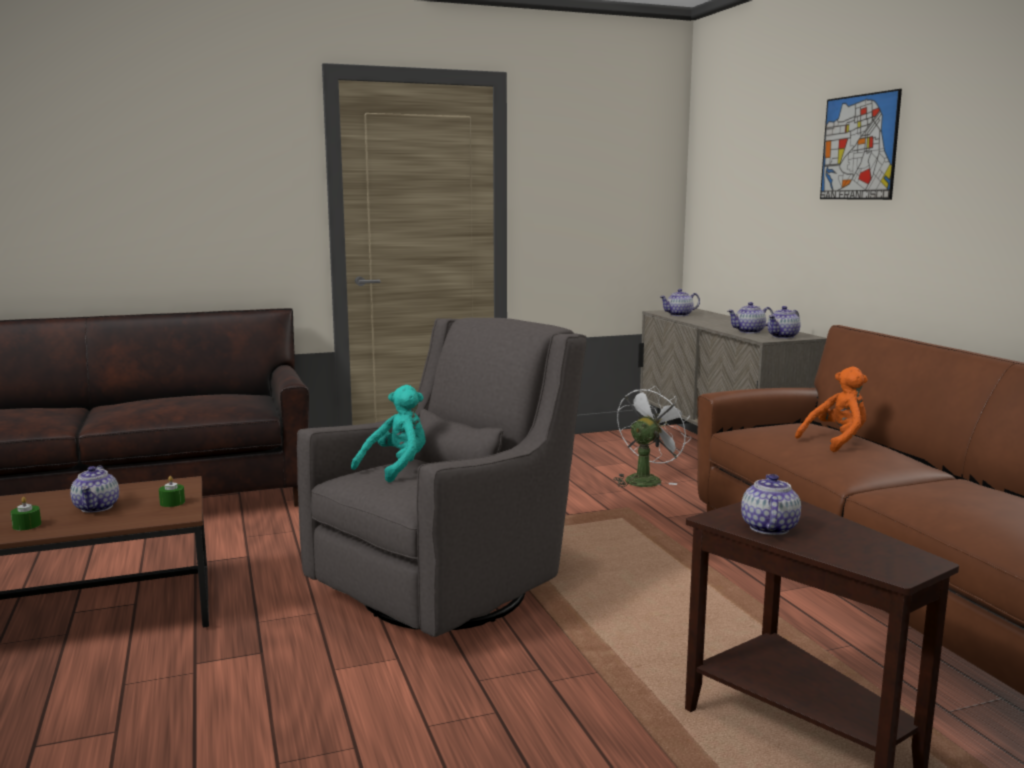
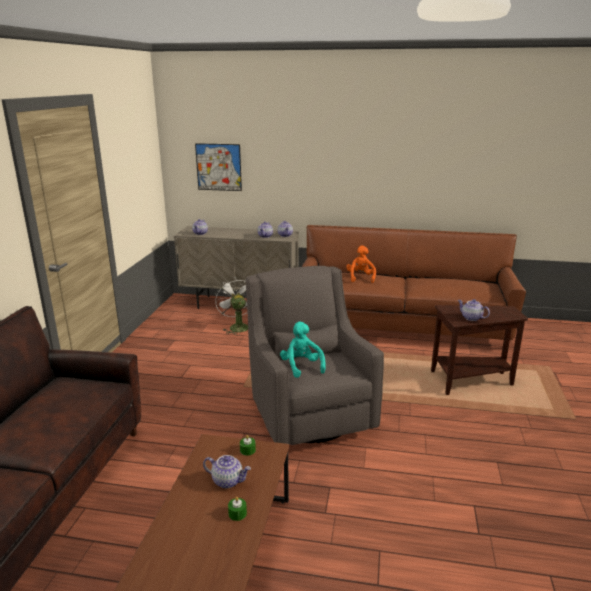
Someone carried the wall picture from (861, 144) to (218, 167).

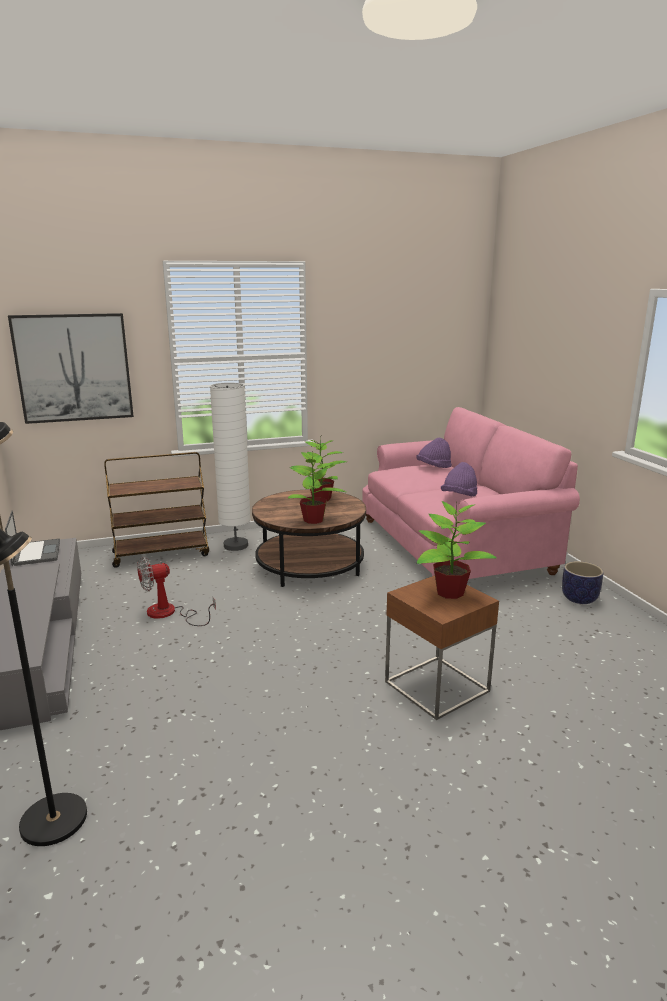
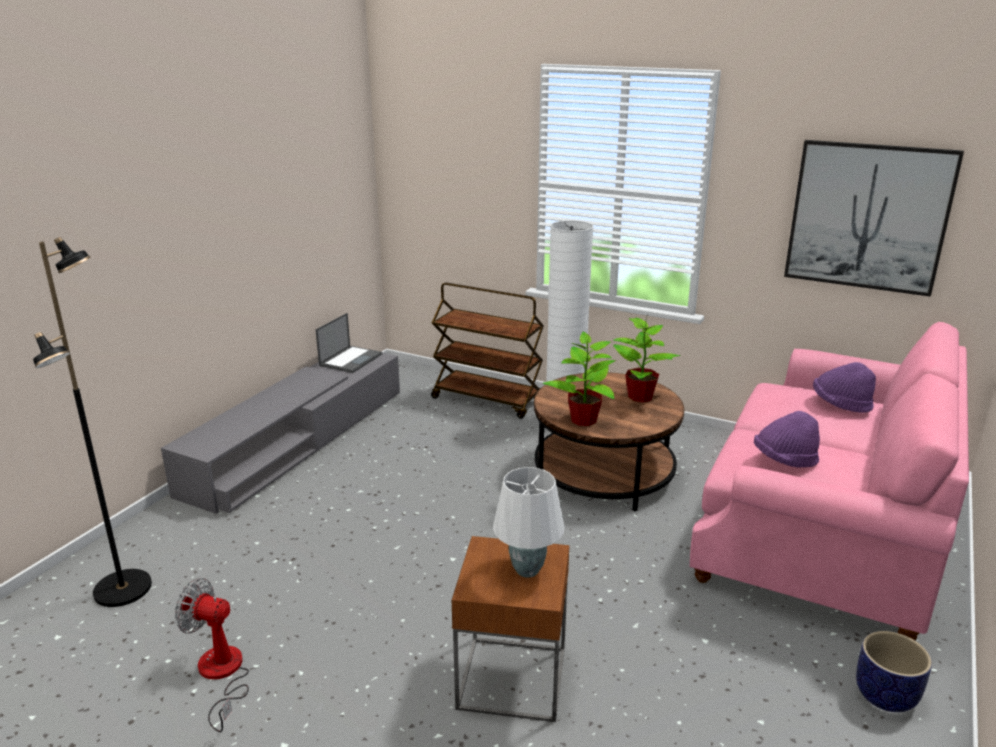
Someone carried the wall picture from (71, 368) to (874, 218). Someone carried the cooling fan from (176, 591) to (212, 655). Someone swapped the potted plant at (457, 550) for the white-coloured tabletop lamp at (528, 522).

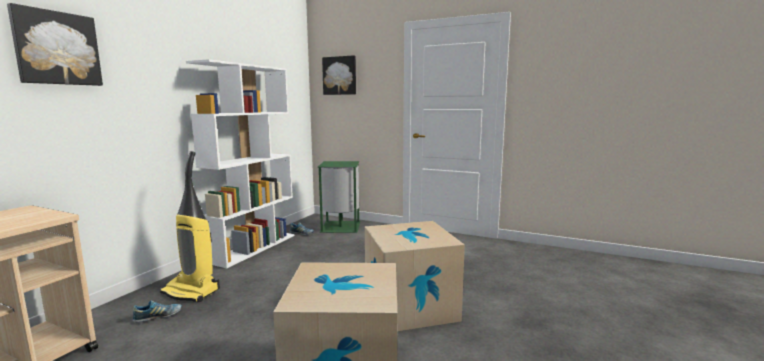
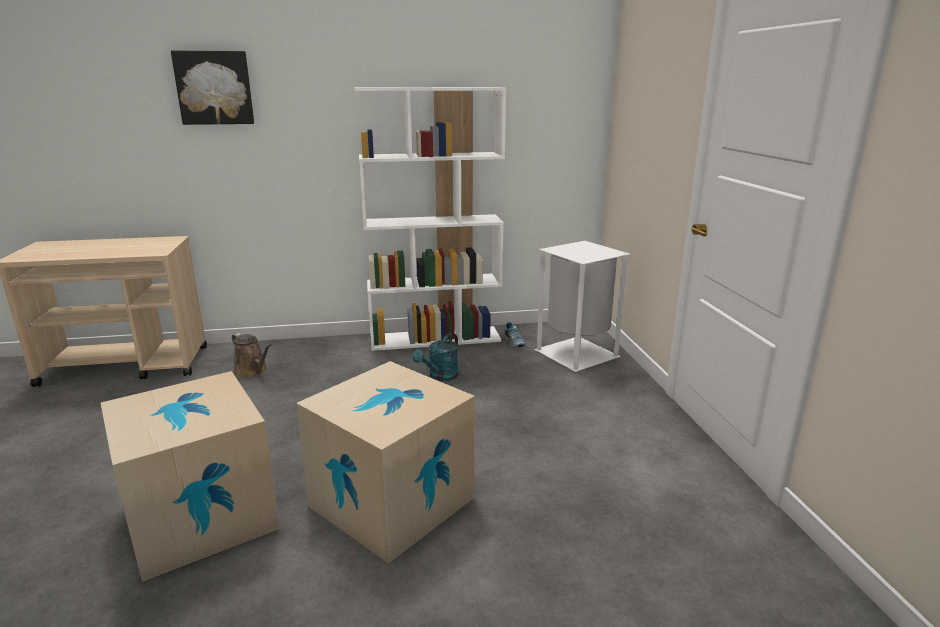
Someone took away the vacuum cleaner at (190, 226). Someone took away the wall picture at (339, 75). Someone put down the turquoise-coloured watering pot at (435, 357). Someone swapped the low shoe at (157, 311) for the brownish watering pot at (251, 355). Someone repainted the green-coloured waste bin at (339, 197), which became the white-coloured waste bin at (582, 306).

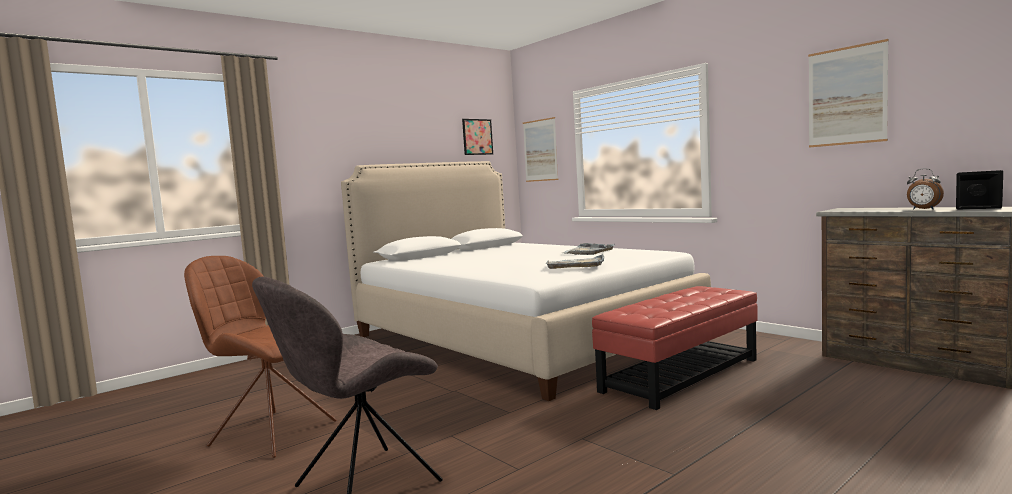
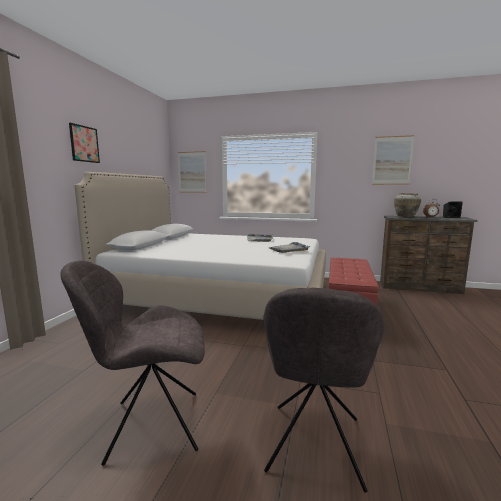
Someone put down the beige flower vase at (407, 205). Someone carried the wall picture from (477, 137) to (84, 143). Someone repainted the brownish plain chair at (260, 357), which became the grey plain chair at (132, 363).

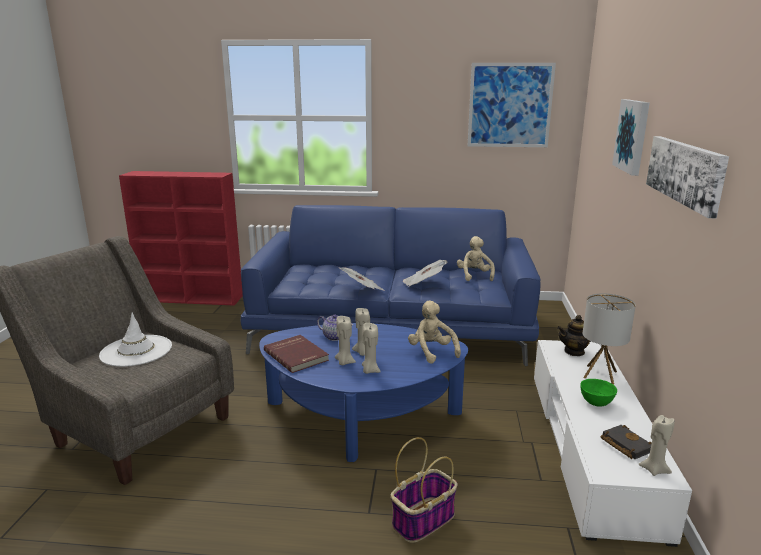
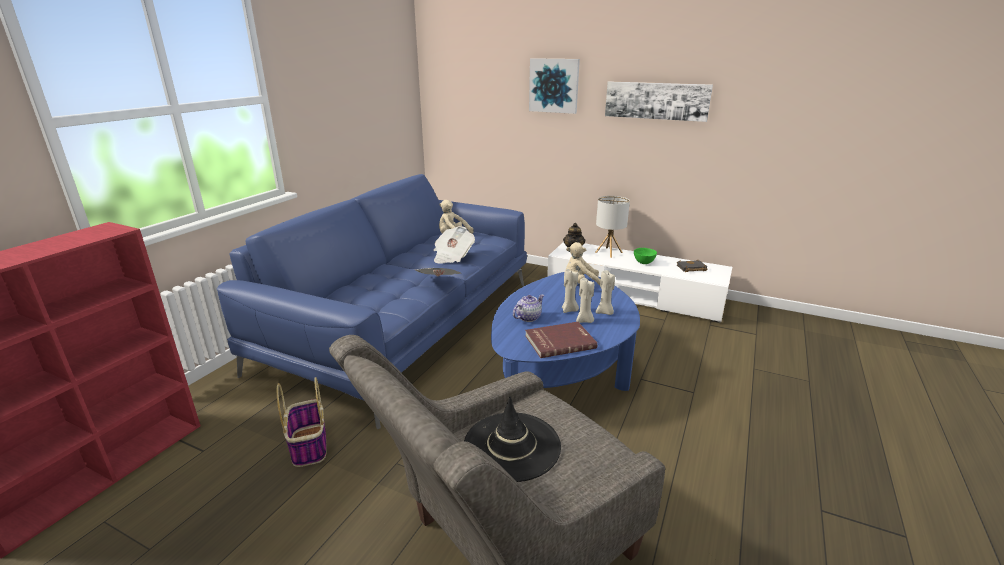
Someone took away the wall picture at (512, 105). Someone took away the beige wax light at (656, 445). Someone carried the basket from (424, 490) to (302, 422). Someone repainted the white-coloured hat at (135, 340), which became the black-coloured hat at (512, 439).

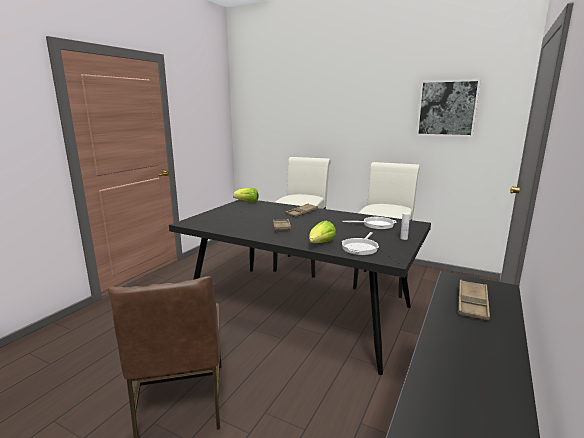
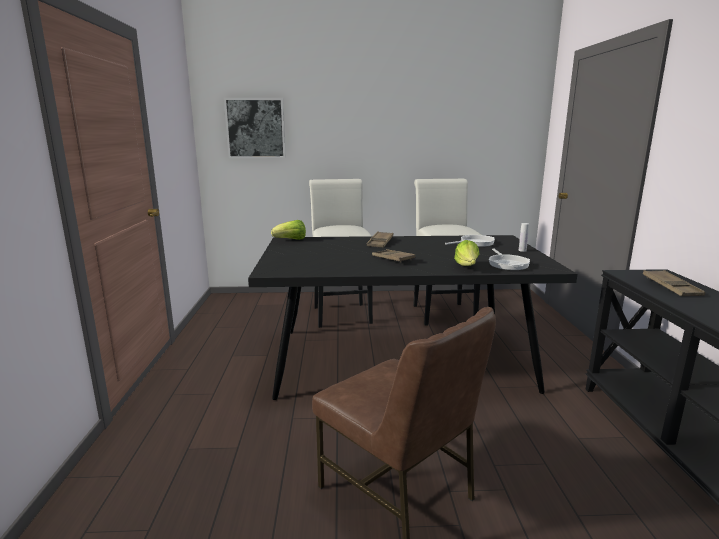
Someone carried the wall picture from (448, 108) to (255, 128).

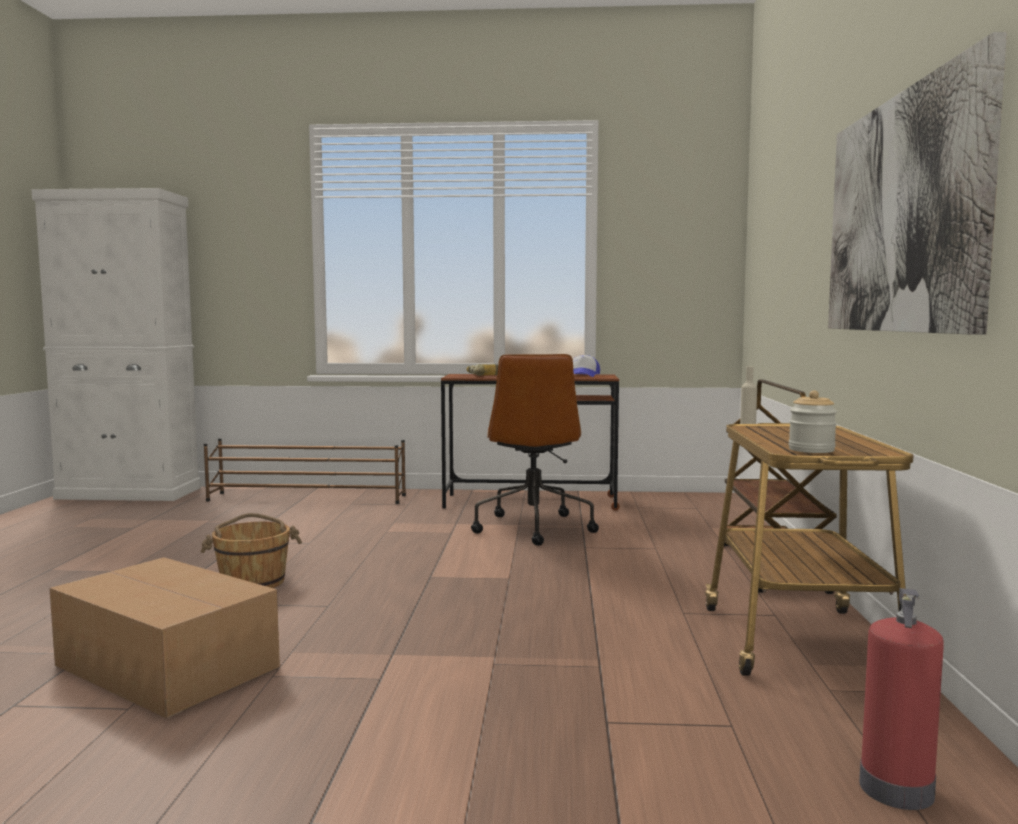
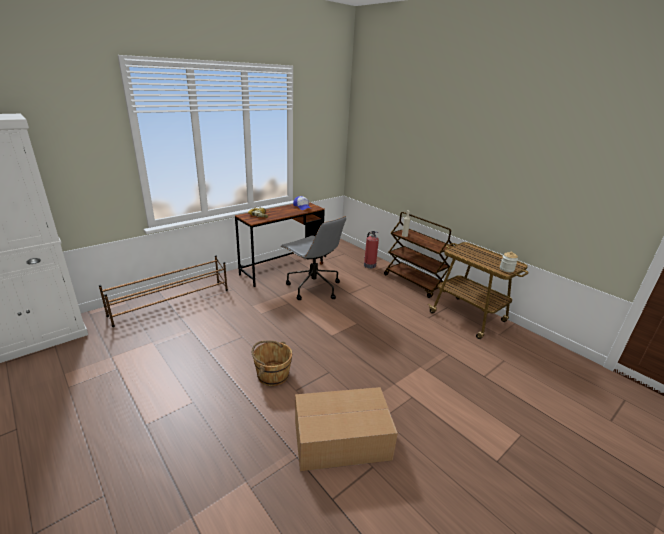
Someone took away the wall picture at (917, 183). Someone carried the fire-fighting cylinder from (901, 699) to (371, 249). Someone repainted the brownish computer chair at (535, 450), which became the grey computer chair at (313, 258).

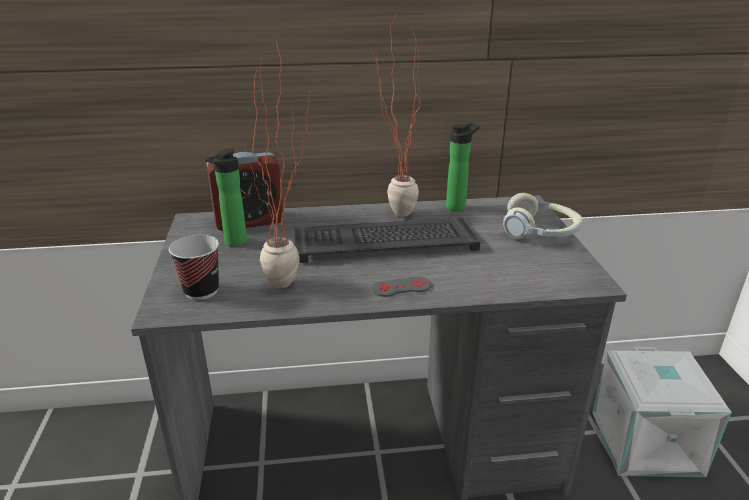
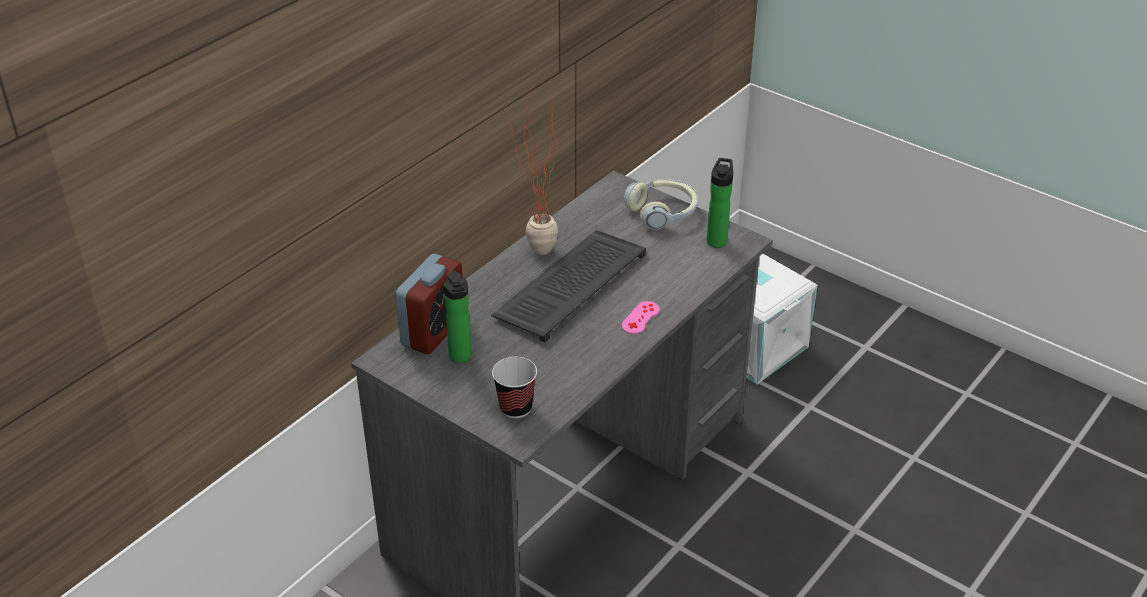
Someone took away the potted plant at (279, 164). Someone carried the drink bottle from (463, 166) to (719, 203). Someone repainted the grey gamepad at (401, 287), which became the pinkish gamepad at (640, 317).

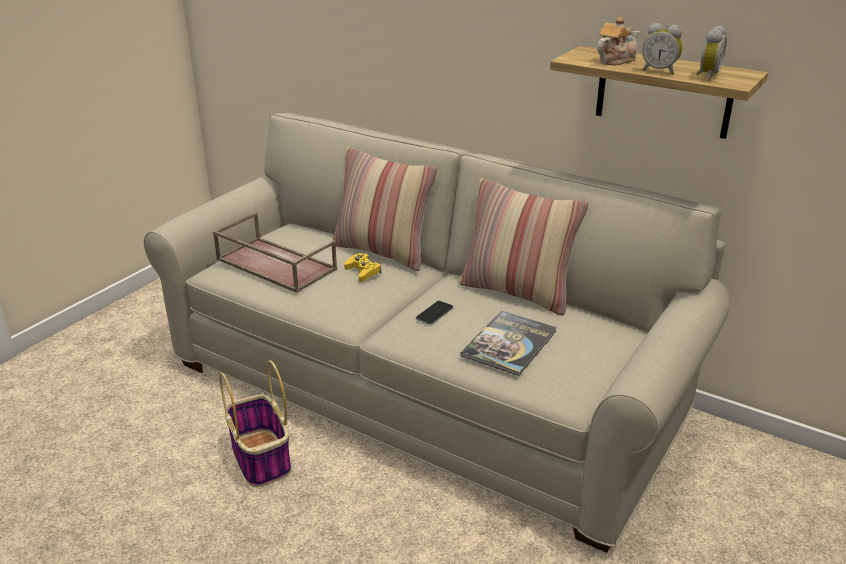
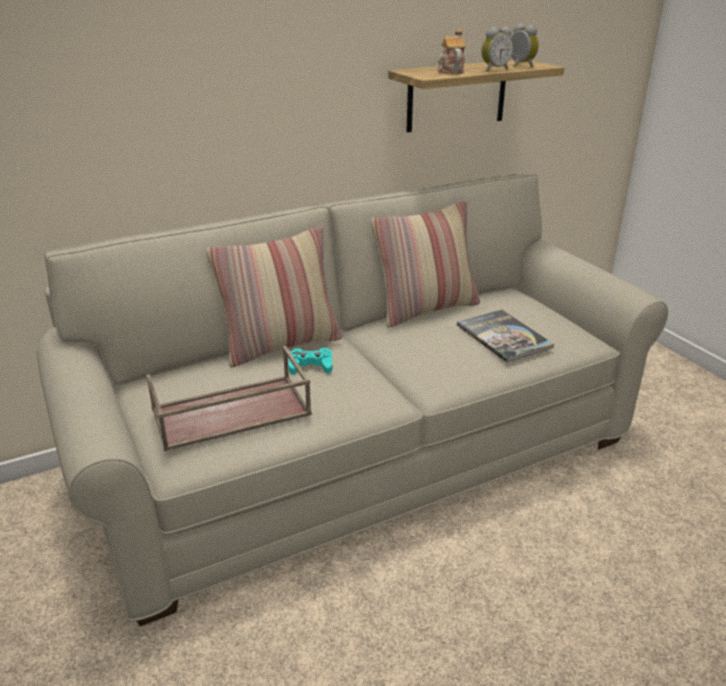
Someone took away the basket at (255, 423). Someone took away the handset at (434, 313). Someone repainted the yellowish gamepad at (362, 267), which became the turquoise-coloured gamepad at (310, 361).

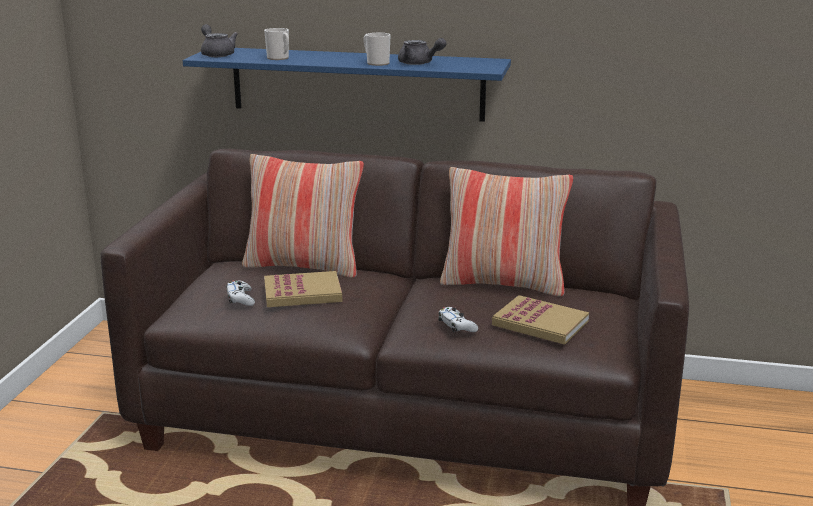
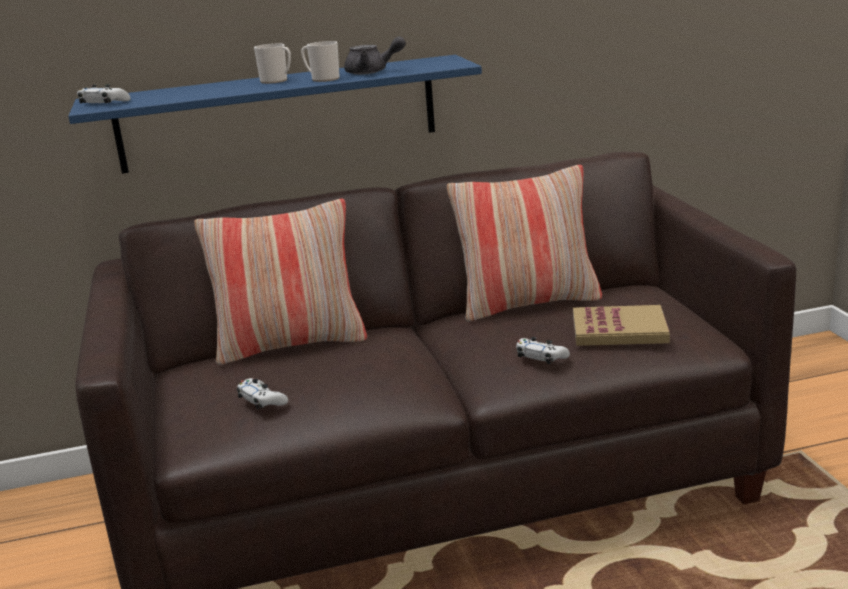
Someone took away the book at (303, 289). Someone carried the mug from (276, 44) to (272, 64). Someone swapped the grey tea pot at (219, 40) for the white-coloured gamepad at (103, 94).

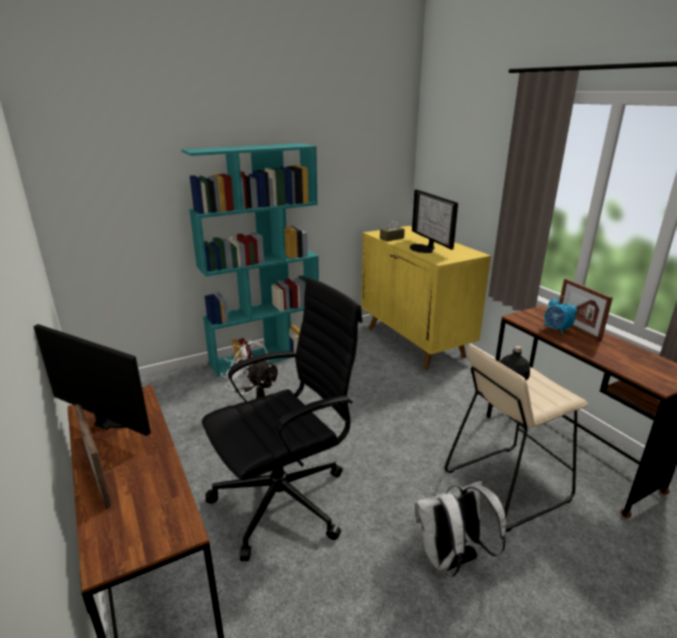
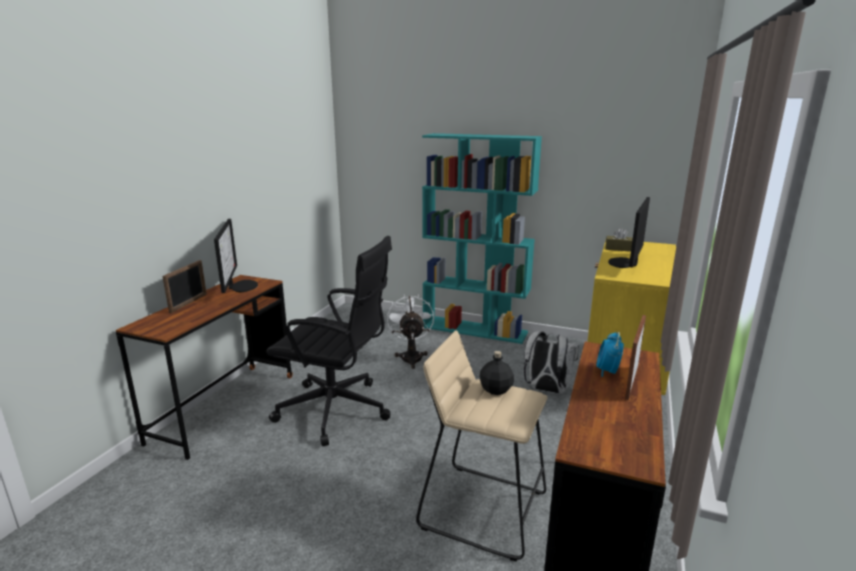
Someone carried the white-coloured knapsack from (460, 529) to (551, 362).

